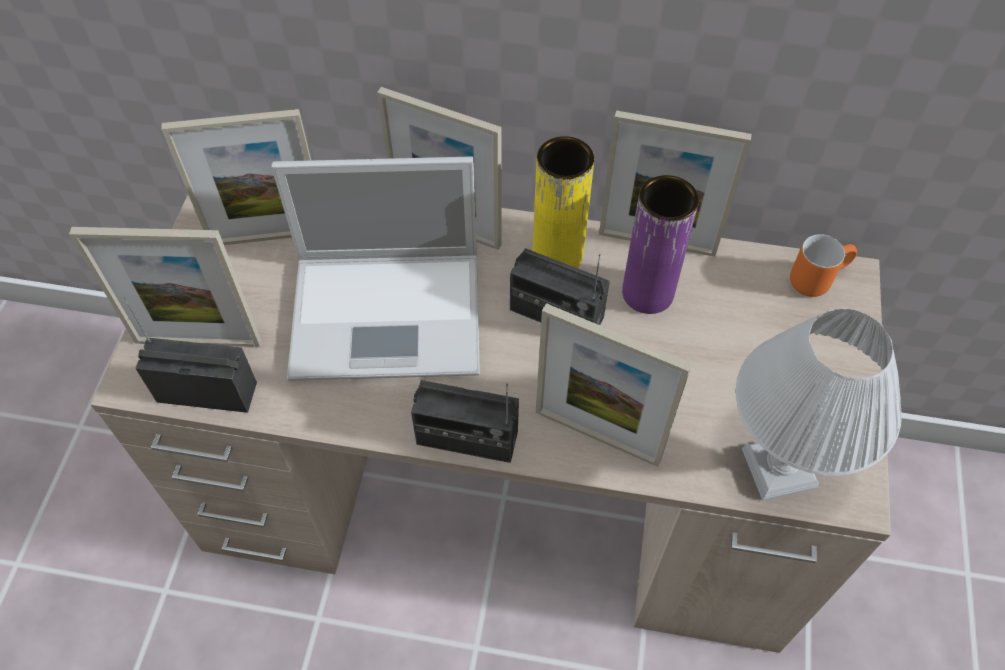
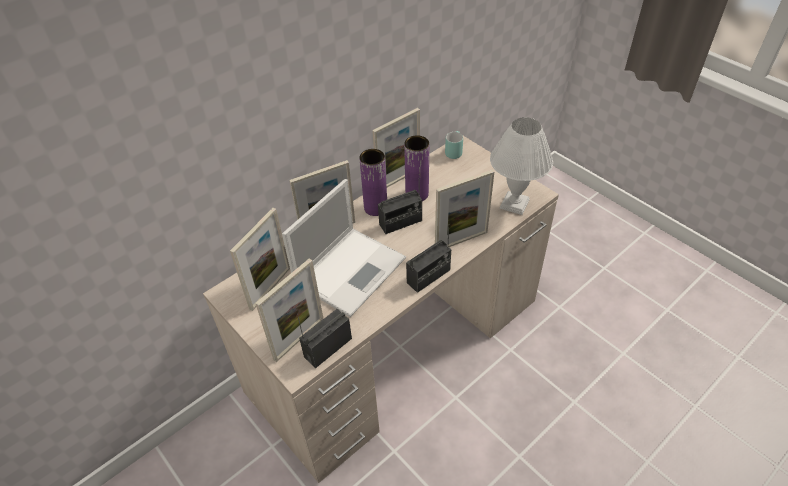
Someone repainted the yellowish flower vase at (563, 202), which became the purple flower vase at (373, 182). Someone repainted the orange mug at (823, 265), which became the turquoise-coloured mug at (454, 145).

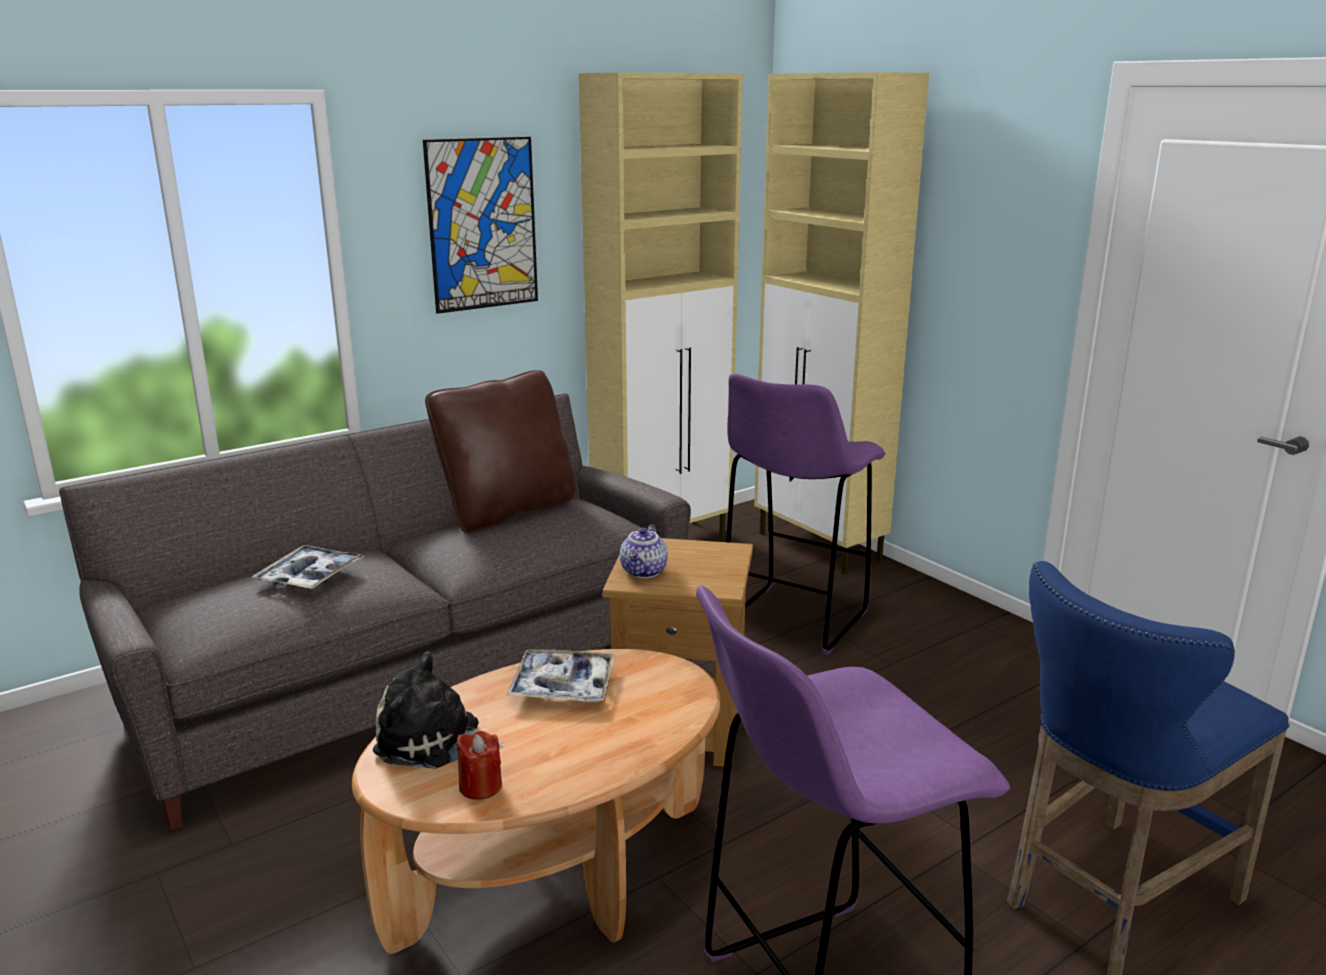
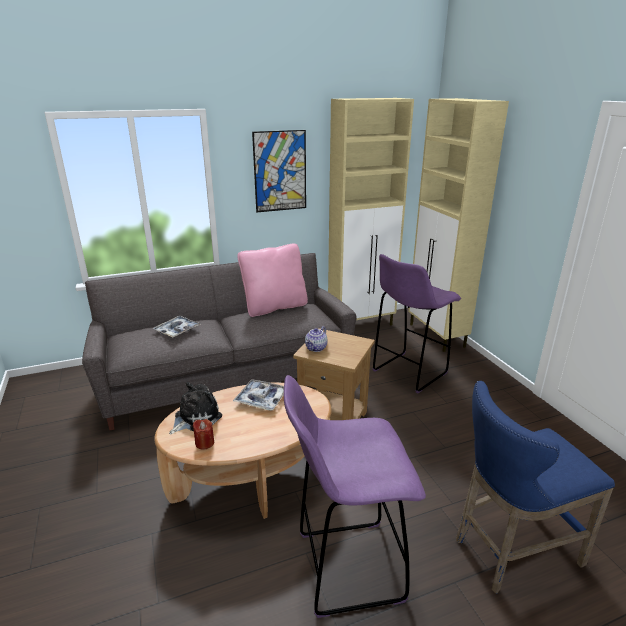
Someone repainted the brownish cushion at (500, 451), which became the pinkish cushion at (272, 280). Someone rotated the cuddly toy at (438, 710) by 105 degrees clockwise.

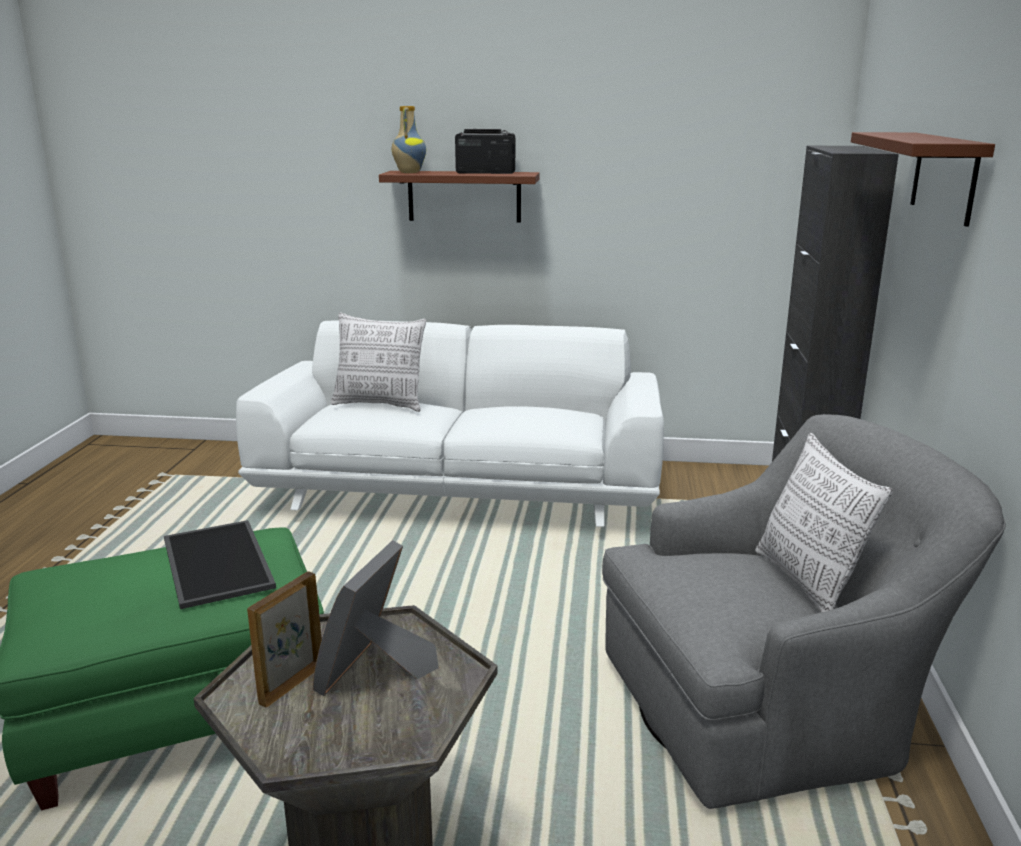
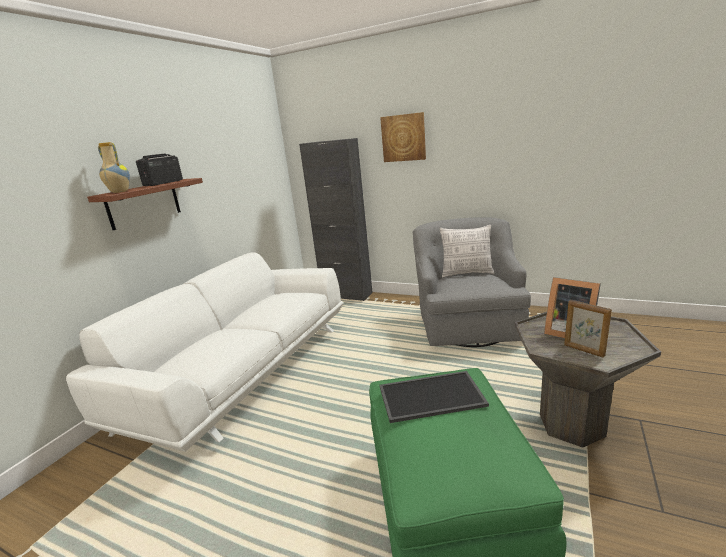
Someone took away the cushion at (378, 362). Someone swapped the brownish wall shelf at (923, 179) for the wall picture at (403, 137).

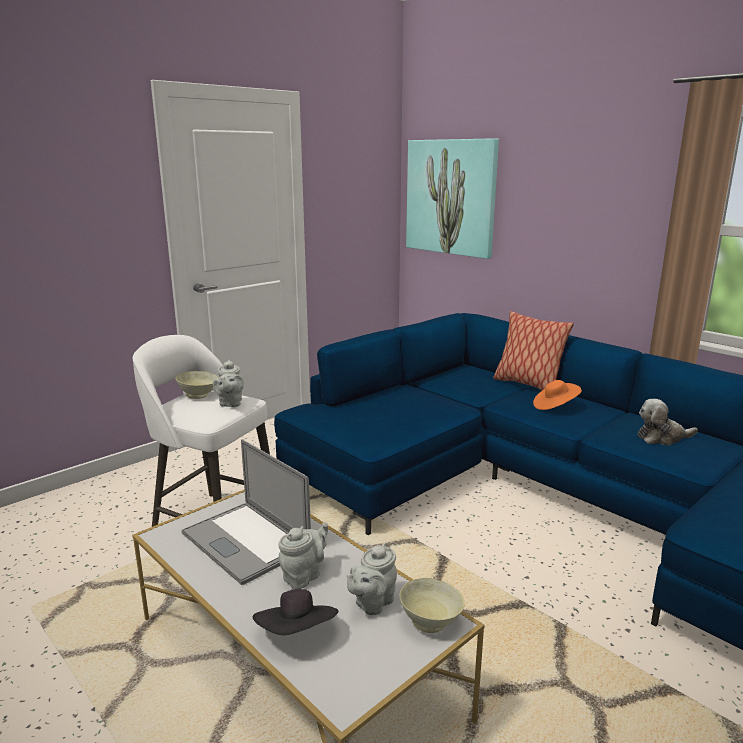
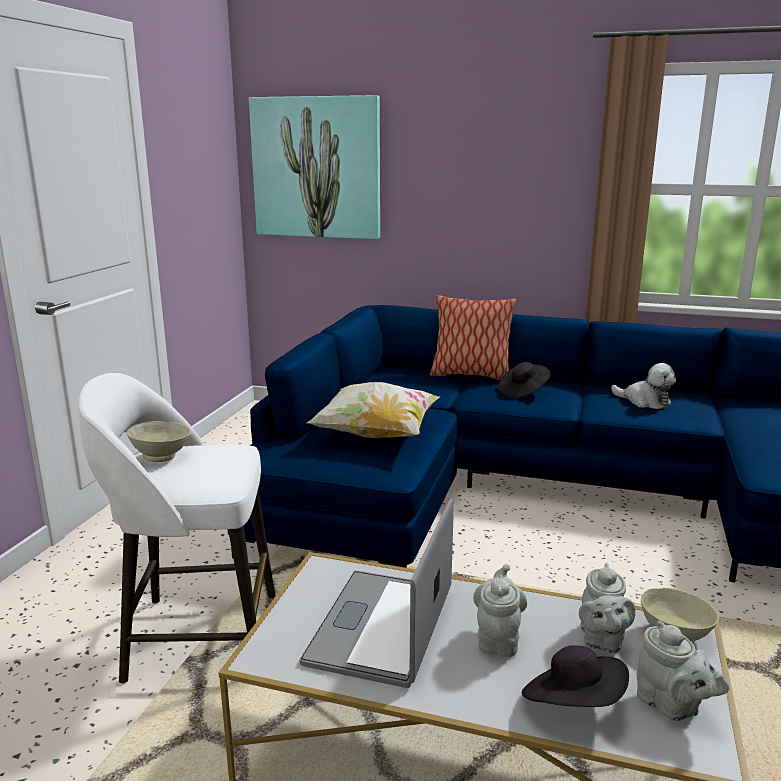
Someone put down the cushion at (373, 410). Someone carried the grey tea pot from (228, 383) to (683, 671). Someone repainted the orange hat at (557, 395), which became the black-coloured hat at (524, 380). Someone rotated the portable computer at (246, 512) by 90 degrees clockwise. Someone rotated the cuddly toy at (668, 422) by 105 degrees counterclockwise.

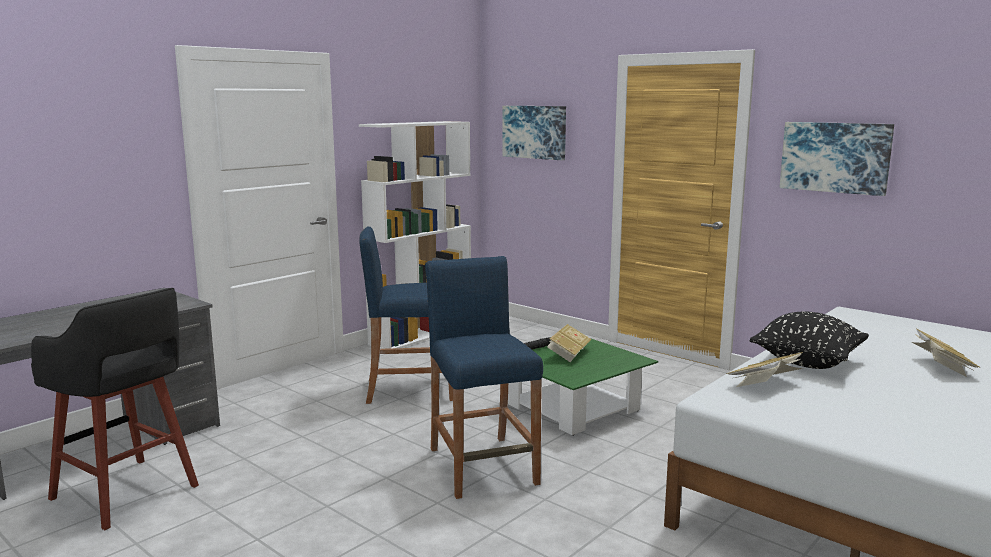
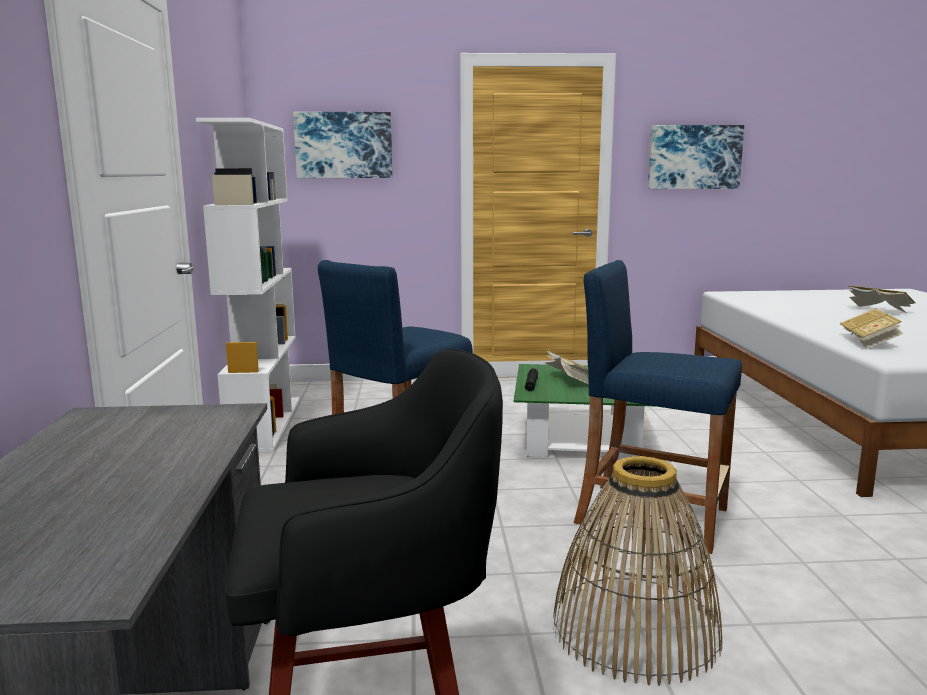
Someone took away the black-coloured cushion at (809, 340). Someone put down the basket at (637, 571).

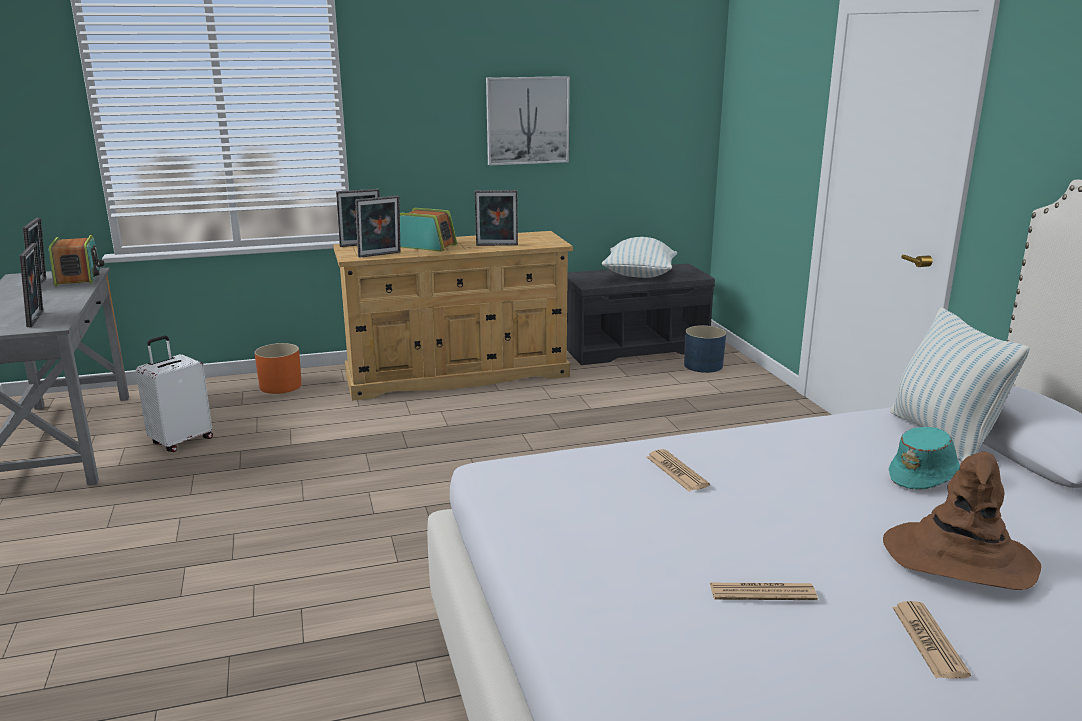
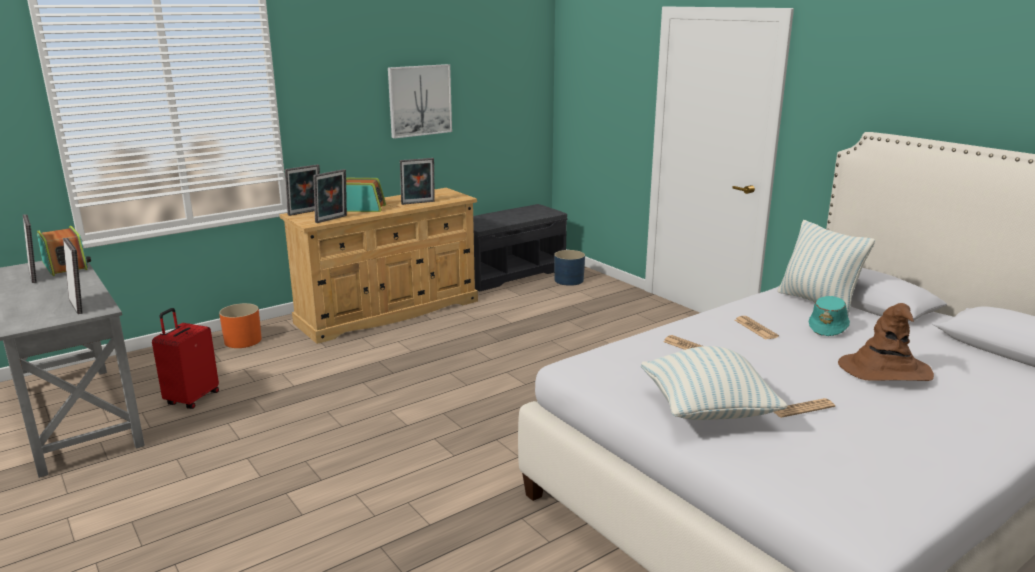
Someone carried the cushion from (639, 257) to (714, 383). Someone carried the printed paper from (931, 640) to (757, 328). Someone repainted the white-coloured piece of luggage at (174, 394), which became the red piece of luggage at (185, 358).

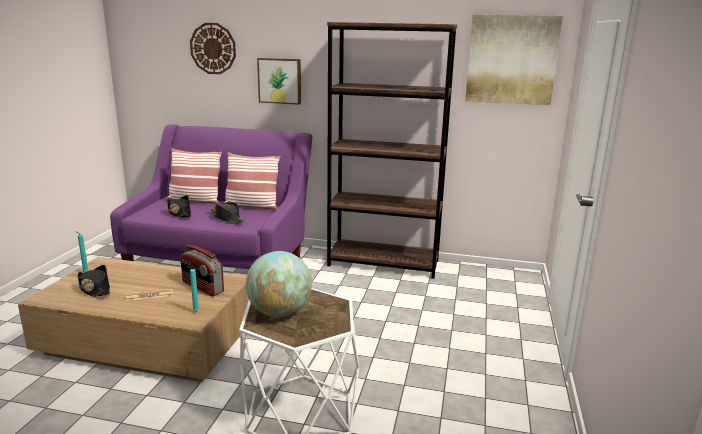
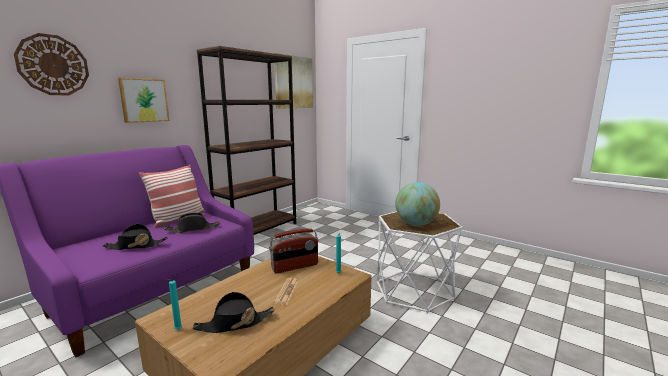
Someone took away the cushion at (194, 176).

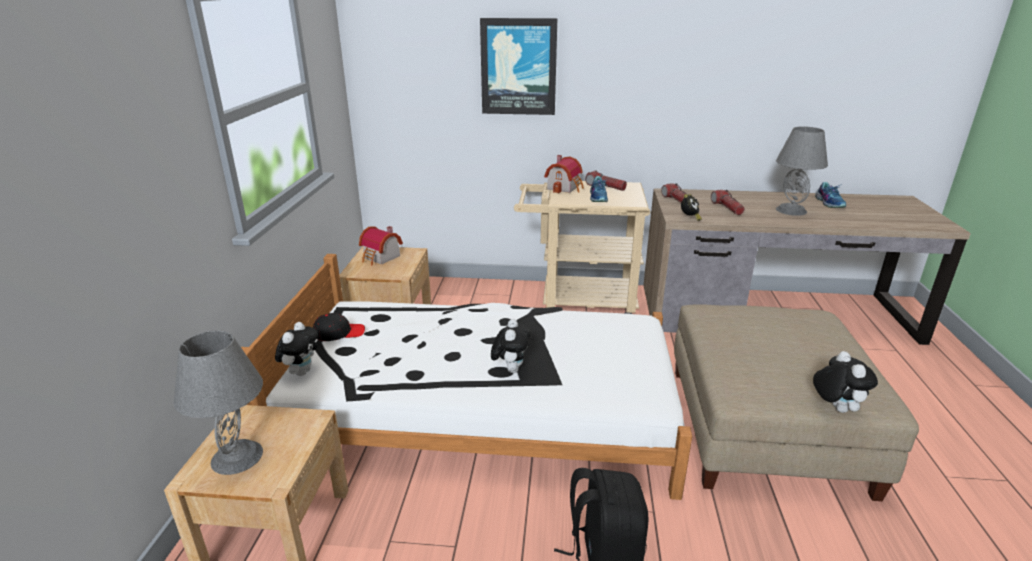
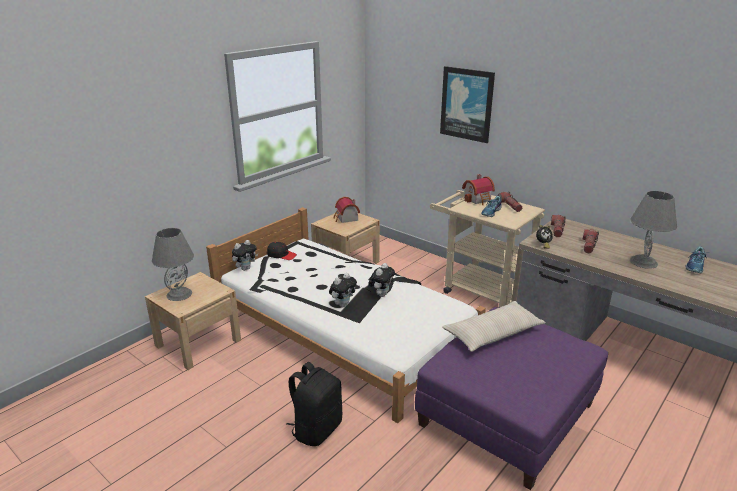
Someone put down the beige cushion at (494, 326). Someone carried the cuddly toy from (845, 382) to (381, 280). Someone repainted the beige pouffe at (796, 402), which became the purple pouffe at (511, 398).

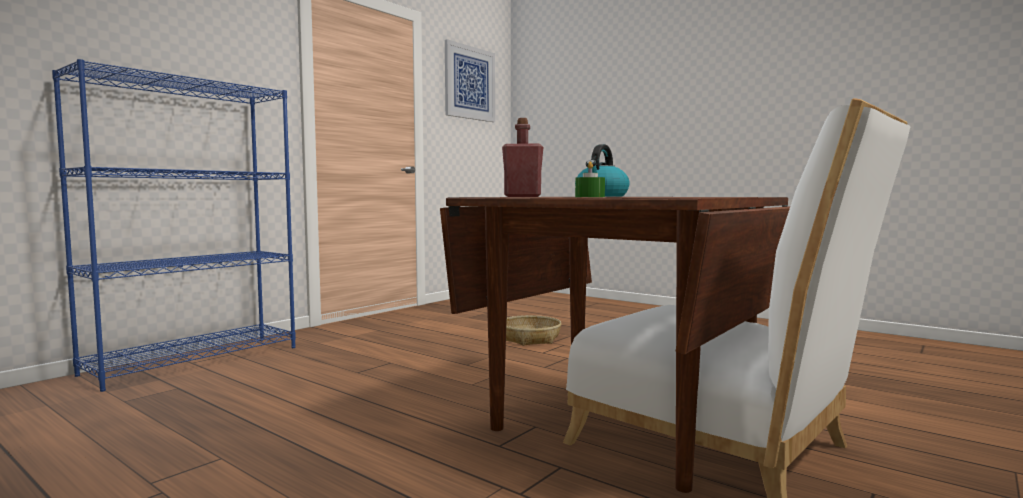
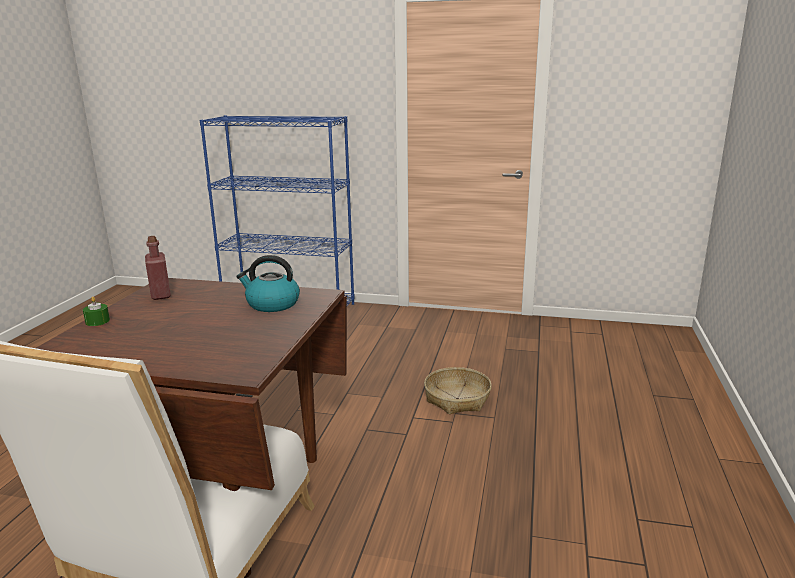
Someone took away the wall picture at (470, 80).

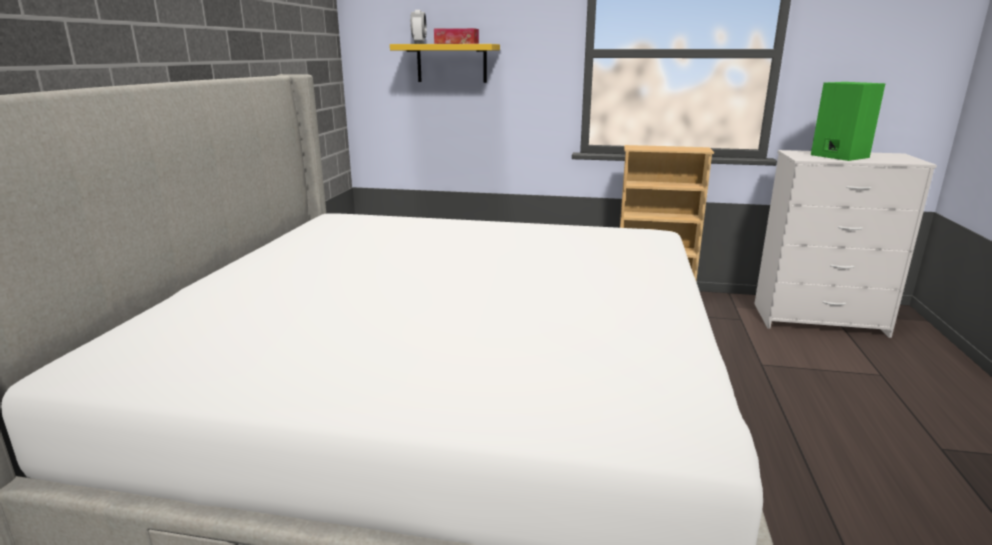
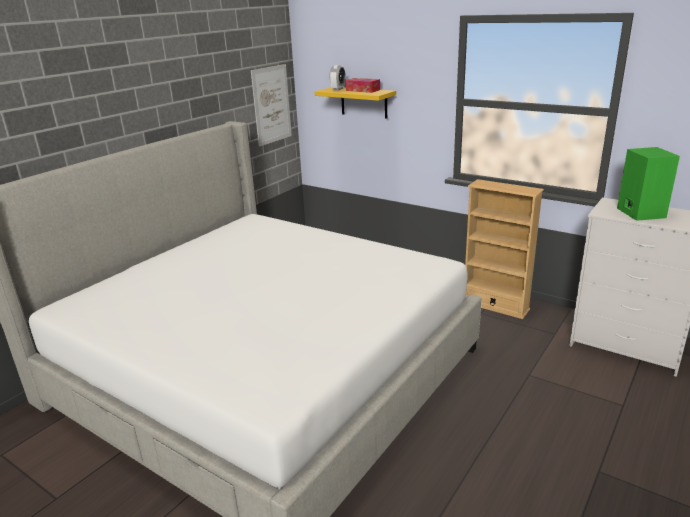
Someone put up the wall picture at (271, 105).

